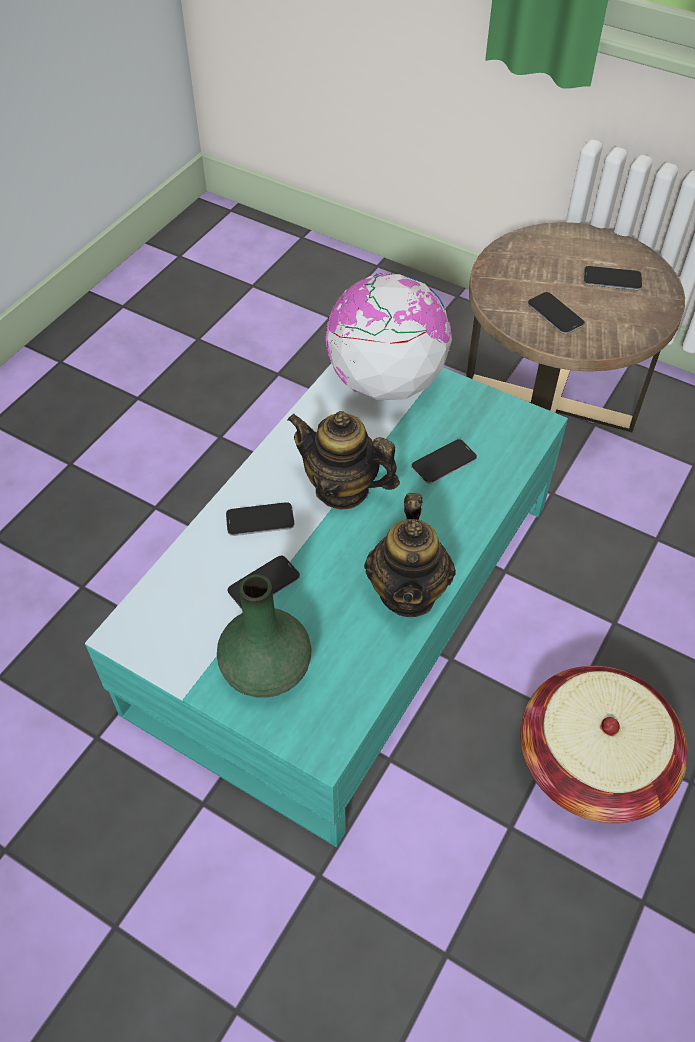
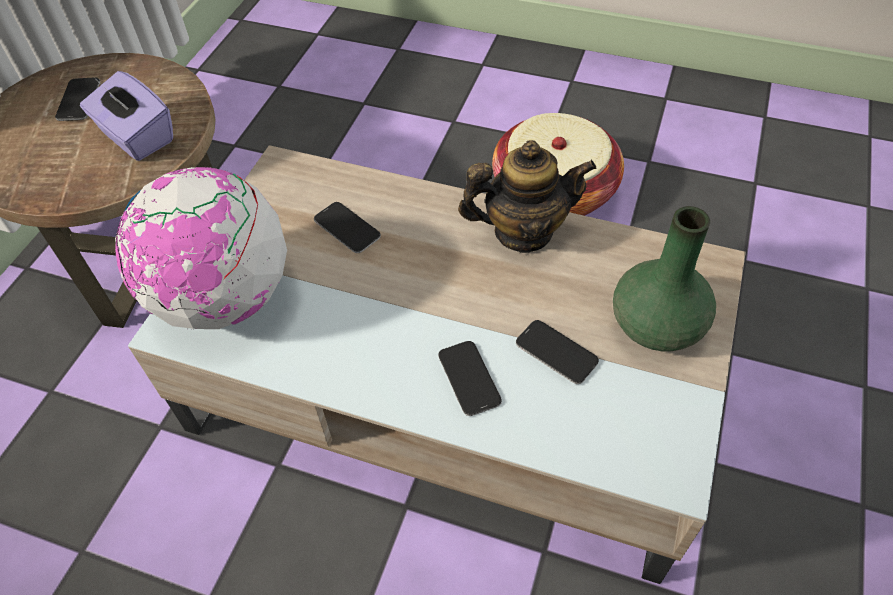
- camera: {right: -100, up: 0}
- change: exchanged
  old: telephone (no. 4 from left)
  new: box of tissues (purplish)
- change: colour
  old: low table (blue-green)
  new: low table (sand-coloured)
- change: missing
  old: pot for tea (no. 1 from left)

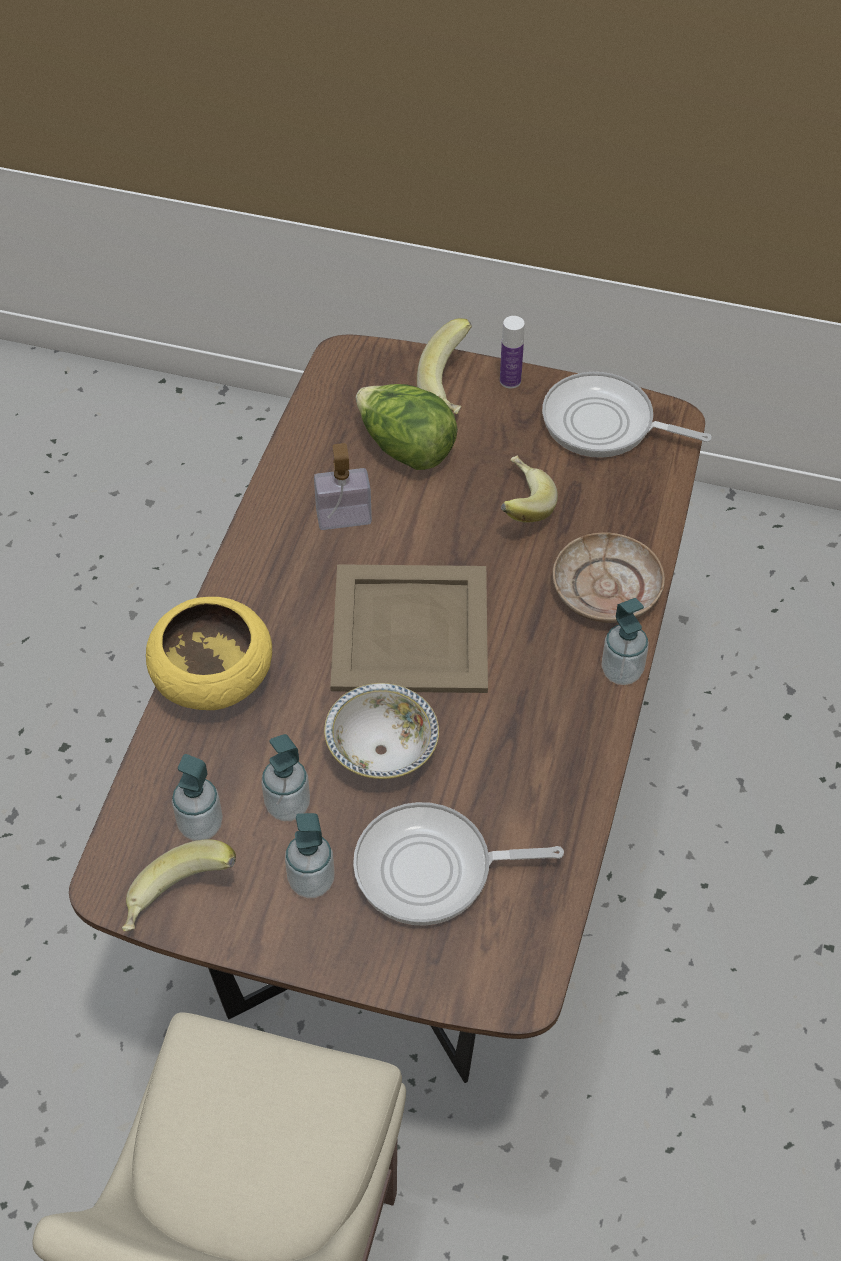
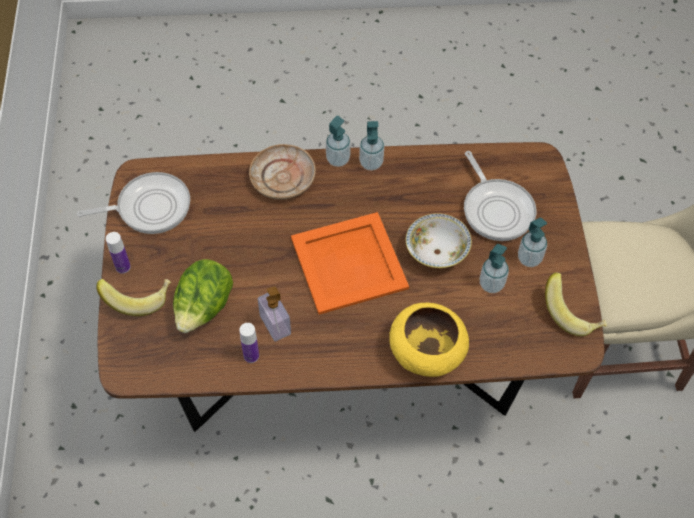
- camera: {right: -110, up: 5}
- change: spun
  old: frying pan (no. 2 from left in the first image)
  degrees: -105
- change: missing
  old: whole banana (no. 3 from left)
- change: colour
  old: carrying tray (sand-coloured)
  new: carrying tray (orange-coloured)
- change: relocated
  old: liquid soap bottle (no. 1 from left in the first image)
  new: liquid soap bottle (no. 3 from left)
- change: appeared
  new: beverage bottle (no. 2 from left)

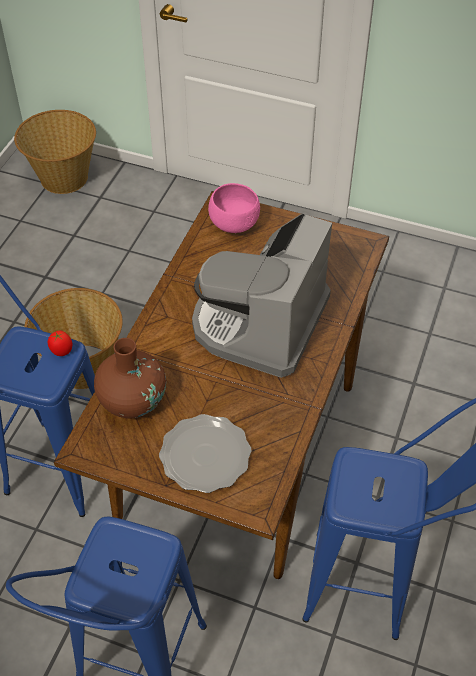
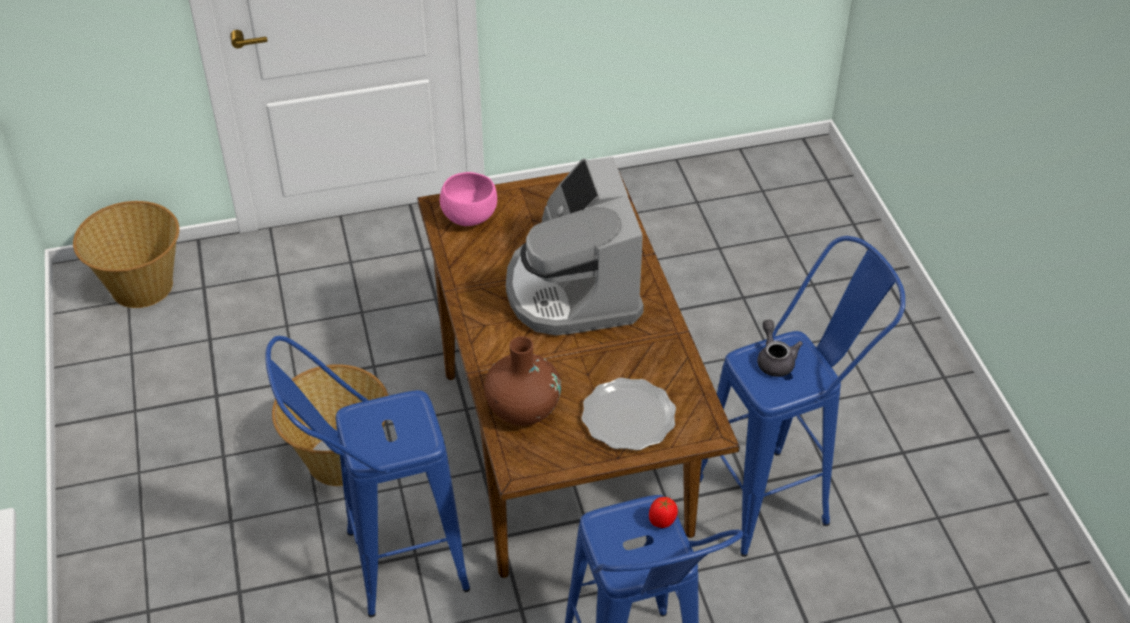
- camera: {right: -35, up: -5}
- change: relocated
  old: whole tomato
- change: appeared
  new: pot for tea (grey)

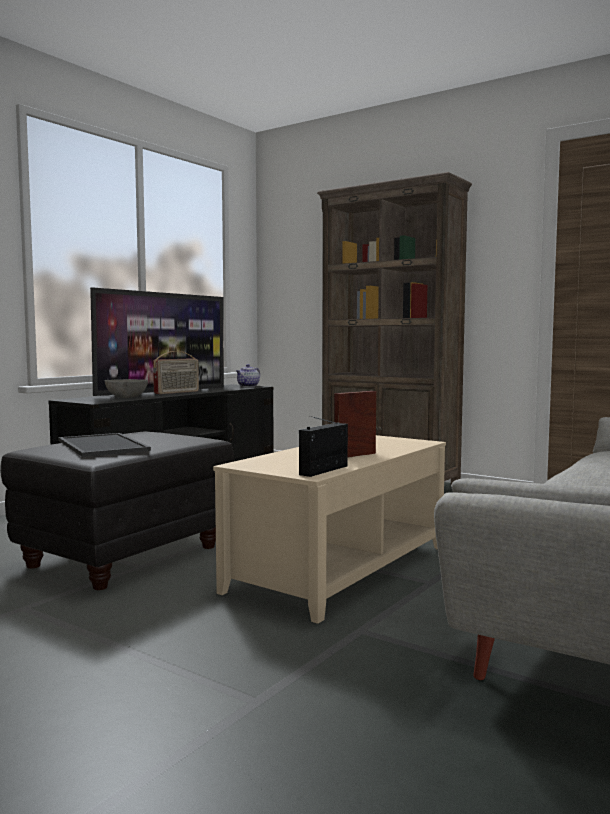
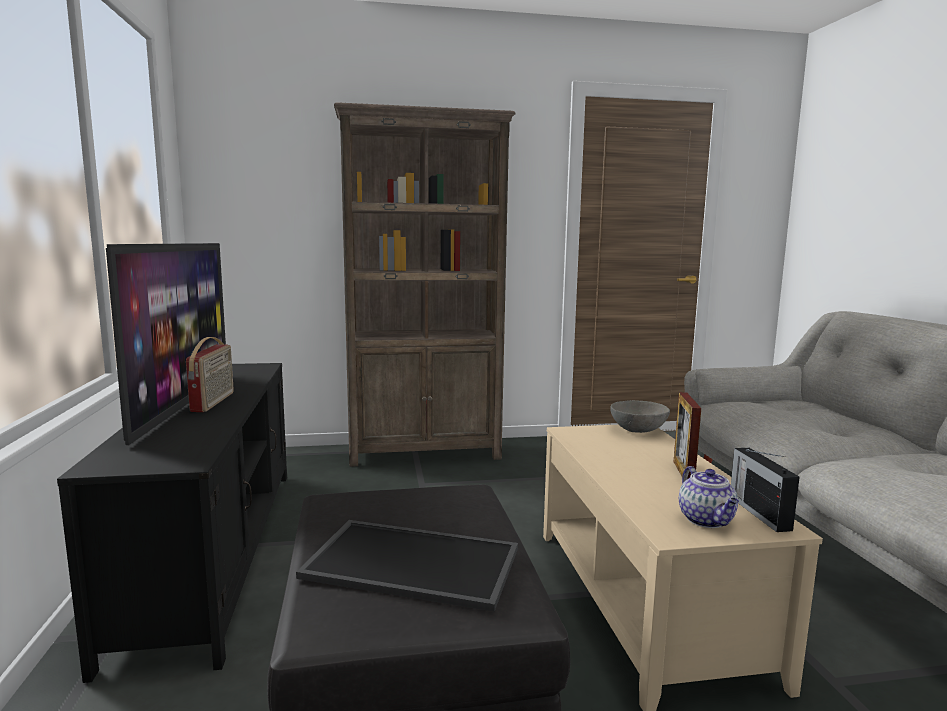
- camera: {right: -45, up: 5}
- change: relocated
  old: pot for tea
- change: relocated
  old: deep dish (grey)

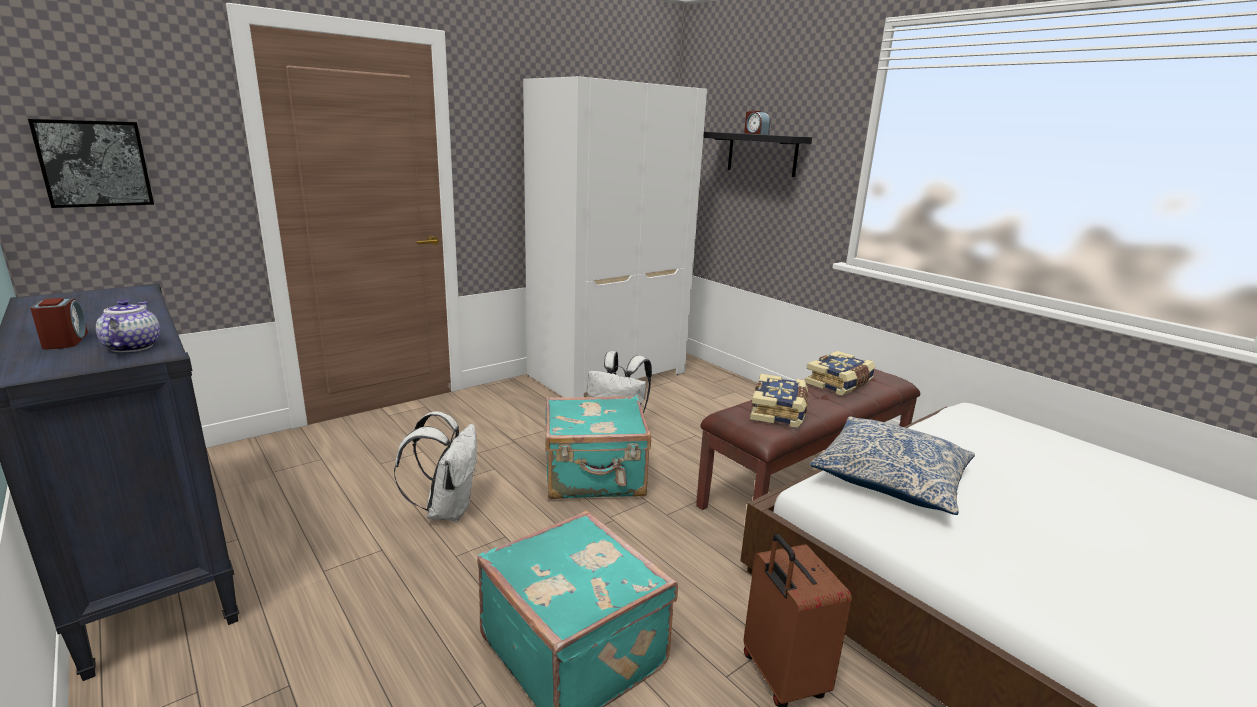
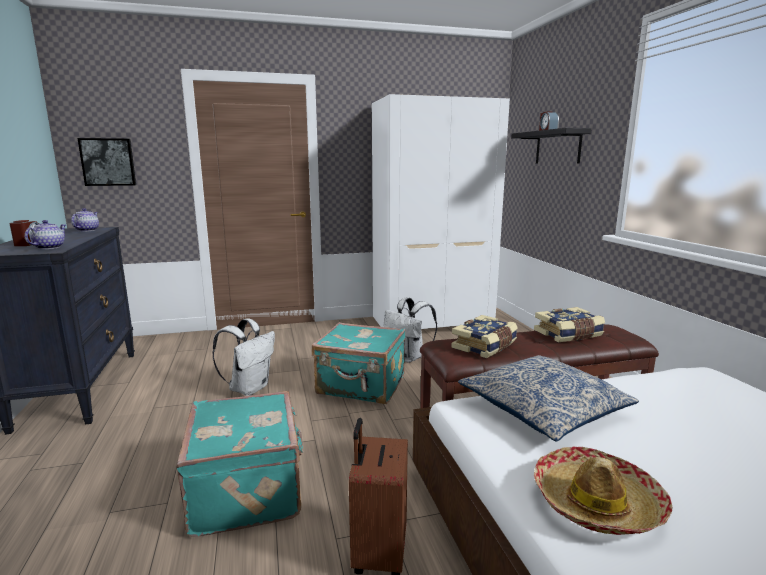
- camera: {right: 25, up: -5}
- change: appeared
  new: pot for tea (no. 2 from left)
- change: appeared
  new: hat

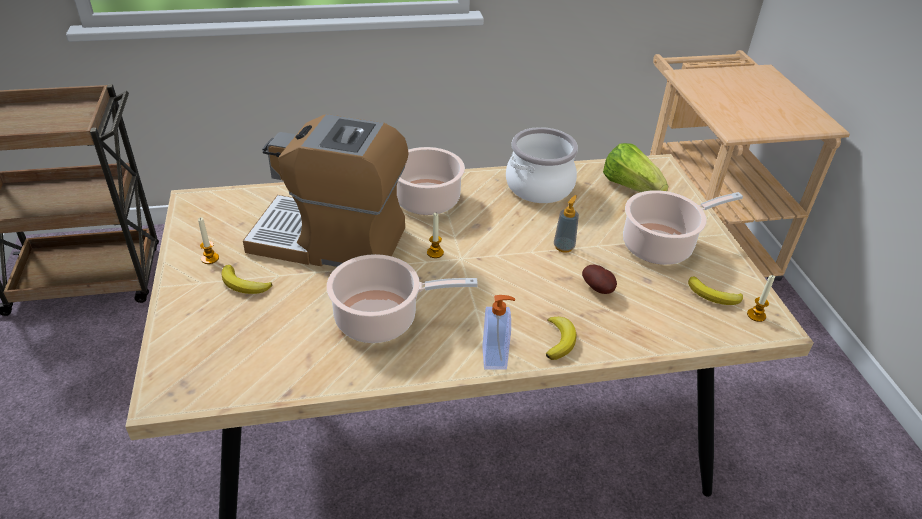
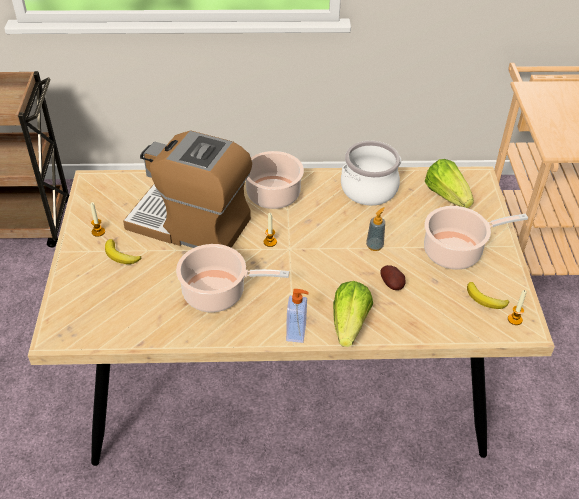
- camera: {right: 10, up: 5}
- change: exchanged
  old: whole banana (no. 2 from left)
  new: lettuce head (no. 1 from left)

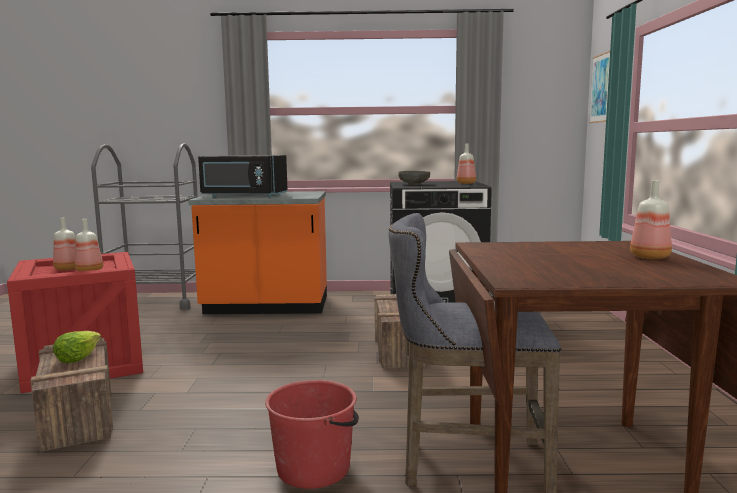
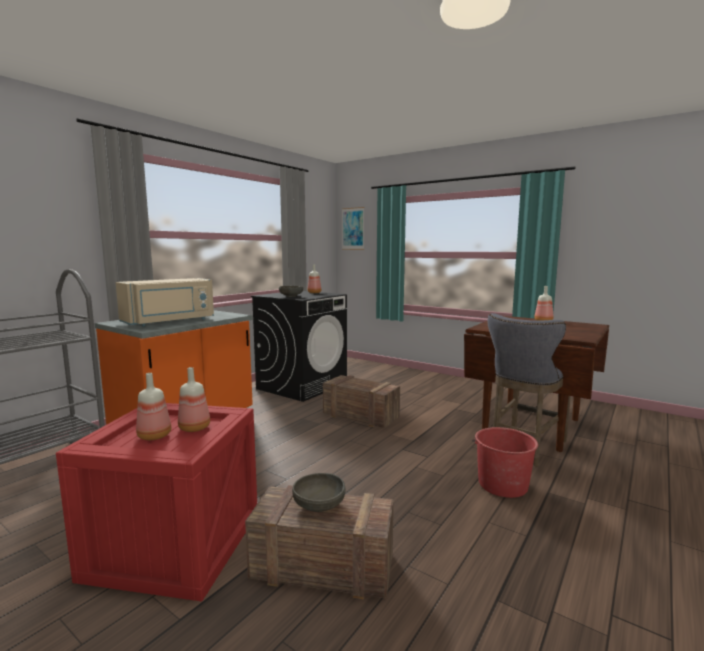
- camera: {right: -55, up: 0}
- change: colour
  old: kitchen microwave (black)
  new: kitchen microwave (sand-coloured)
- change: exchanged
  old: lettuce head
  new: deep dish (grey) (no. 2 from left)

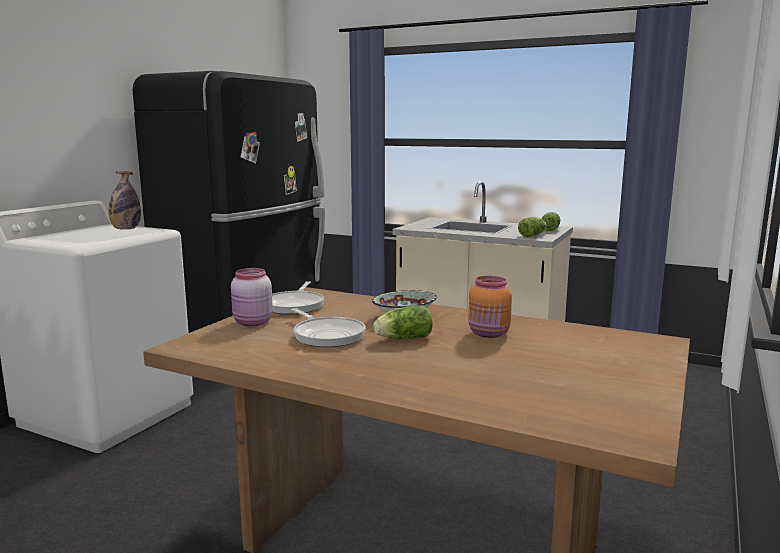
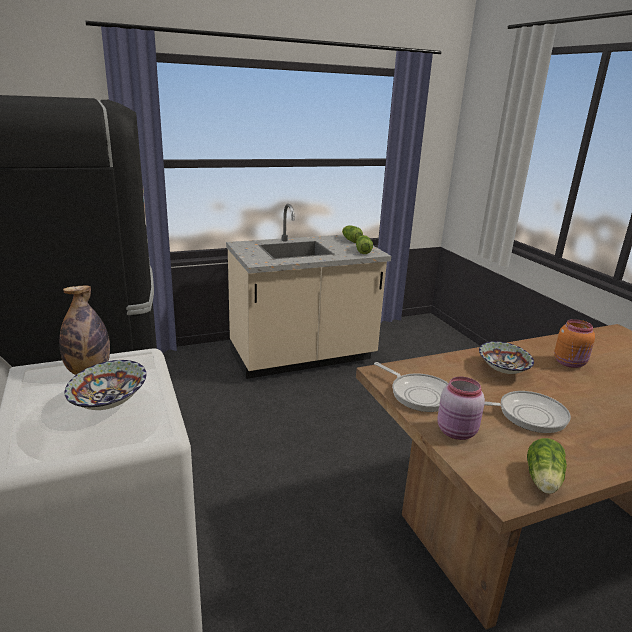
- camera: {right: -50, up: 10}
- change: relocated
  old: lettuce head (no. 1 from left in the first image)
  new: lettuce head (no. 3 from left)
- change: appeared
  new: deep dish (no. 1 from left)

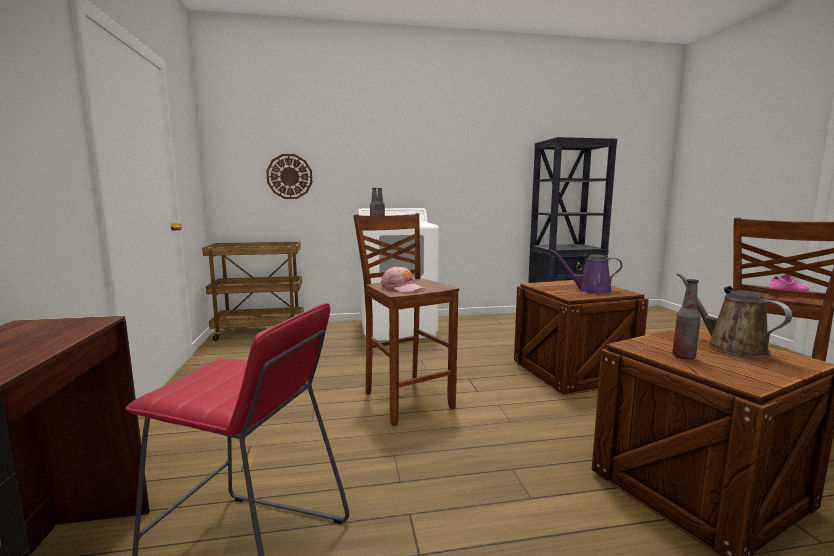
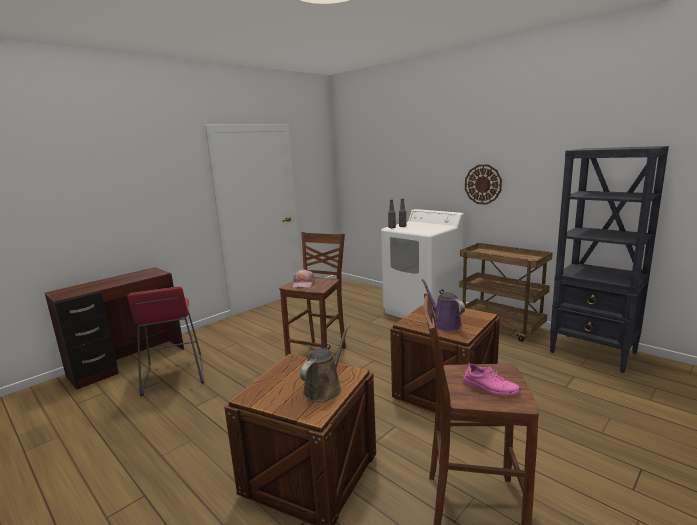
- camera: {right: 55, up: 5}
- change: relocated
  old: hanging clock
- change: relocated
  old: wheeled cart (brown)
- change: missing
  old: beverage bottle (no. 3 from left)

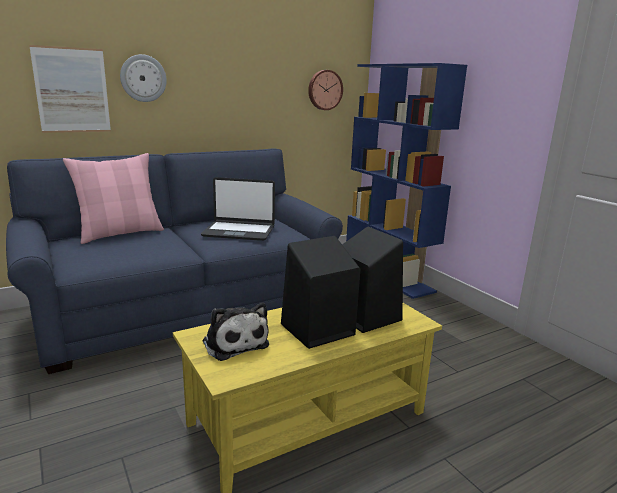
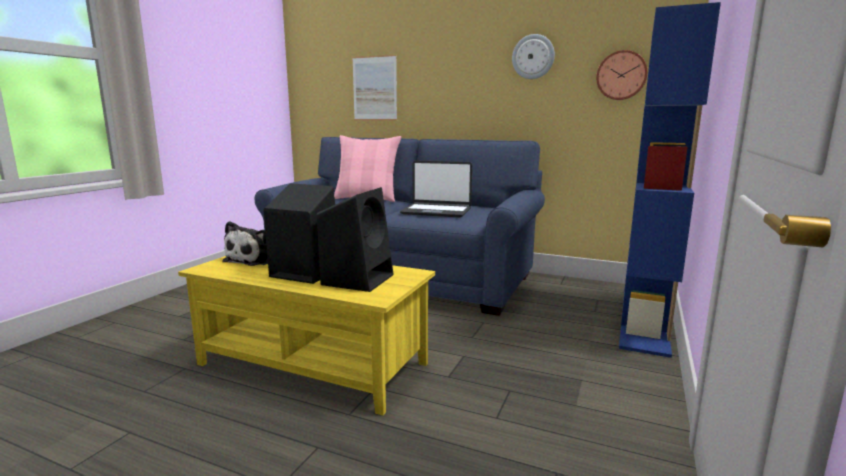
- camera: {right: 55, up: -5}
- change: relocated
  old: hanging clock (no. 1 from left)
- change: spun
  old: notebook computer
  degrees: -45

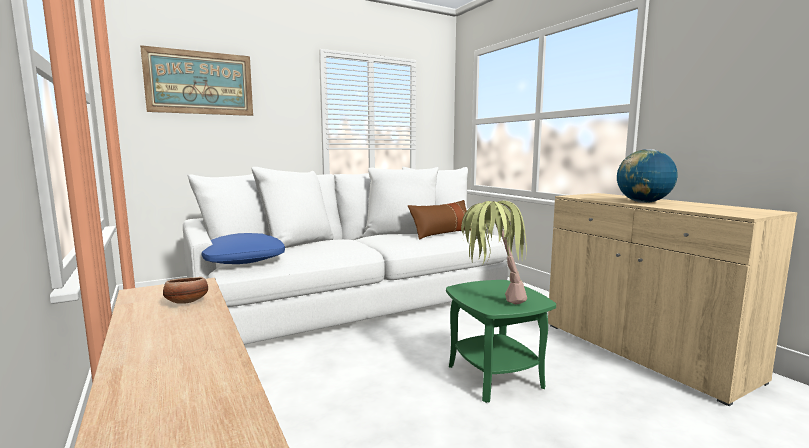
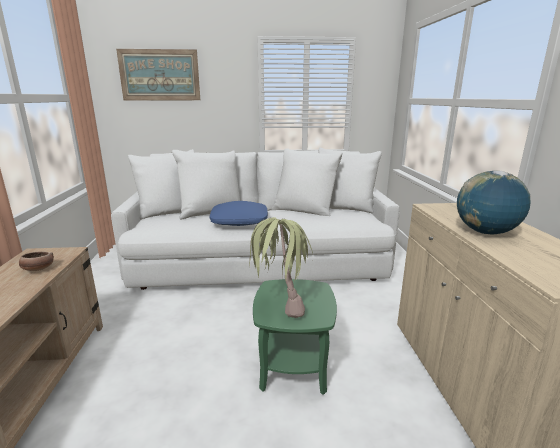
- camera: {right: 25, up: 10}
- change: missing
  old: throw pillow (brown)
- change: relocated
  old: throw pillow (blue)

